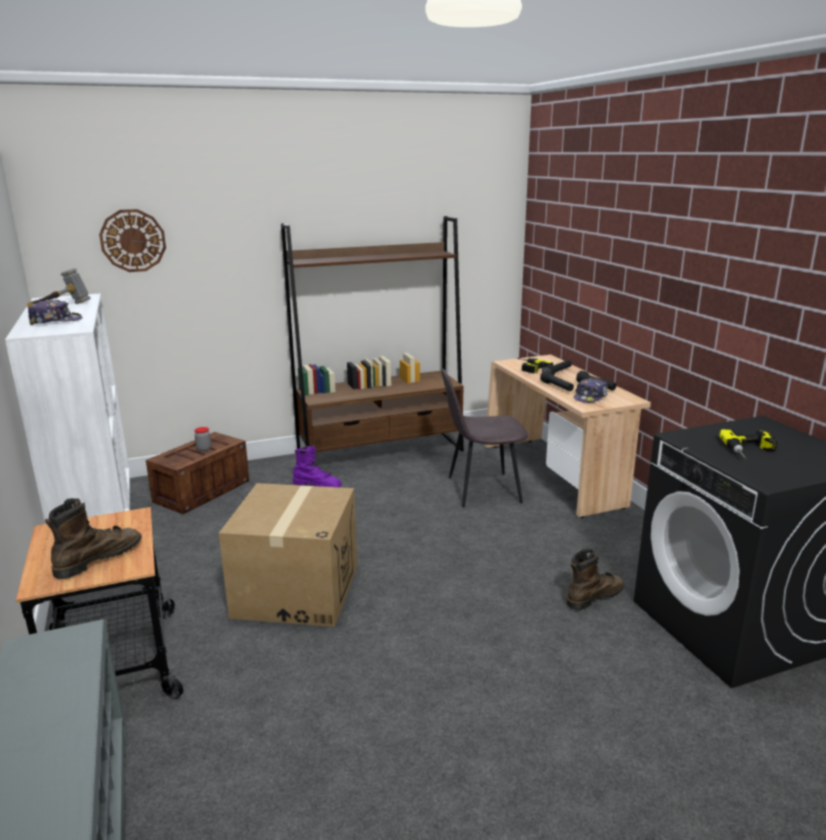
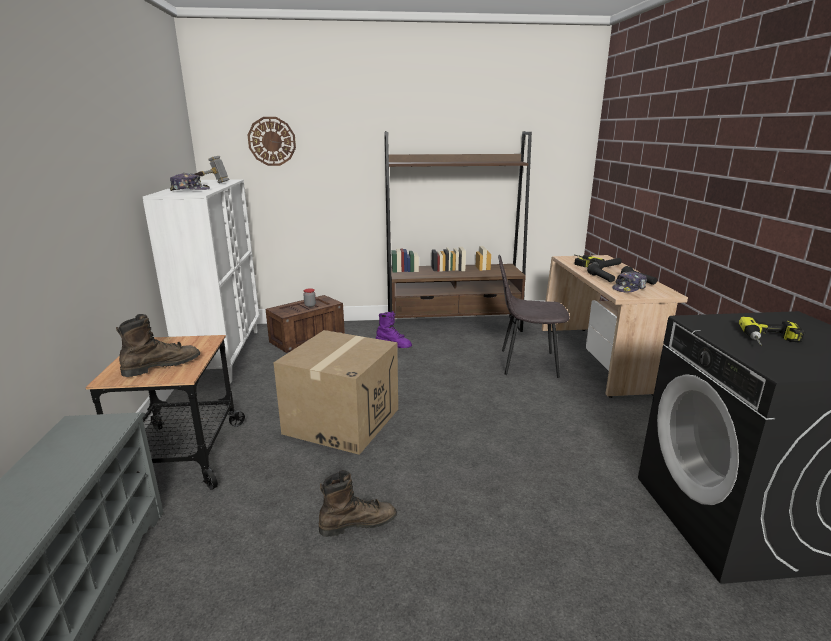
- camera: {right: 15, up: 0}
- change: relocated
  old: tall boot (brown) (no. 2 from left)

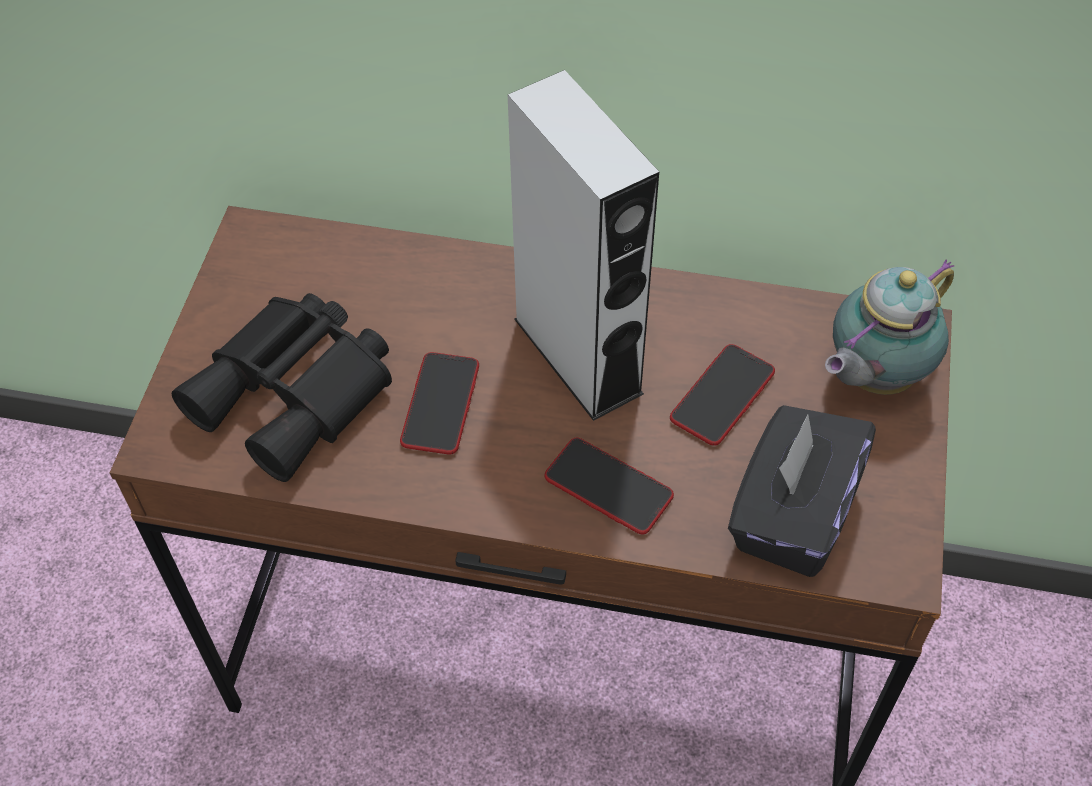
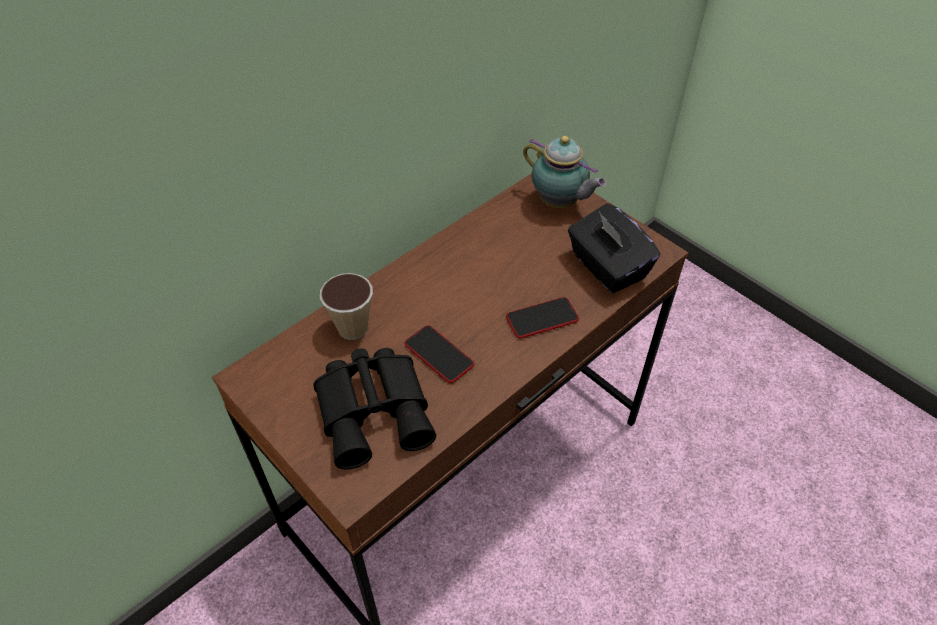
- camera: {right: -55, up: -5}
- change: missing
  old: loudspeaker (grey)
- change: spun
  old: pot for tea
  degrees: -45
- change: missing
  old: telephone (no. 3 from left)
- change: appeared
  new: drinking cup

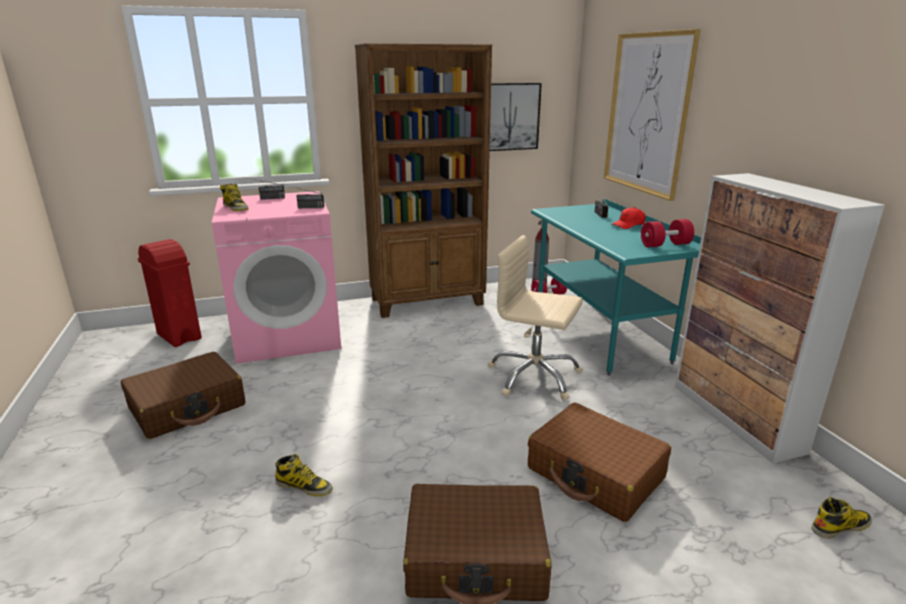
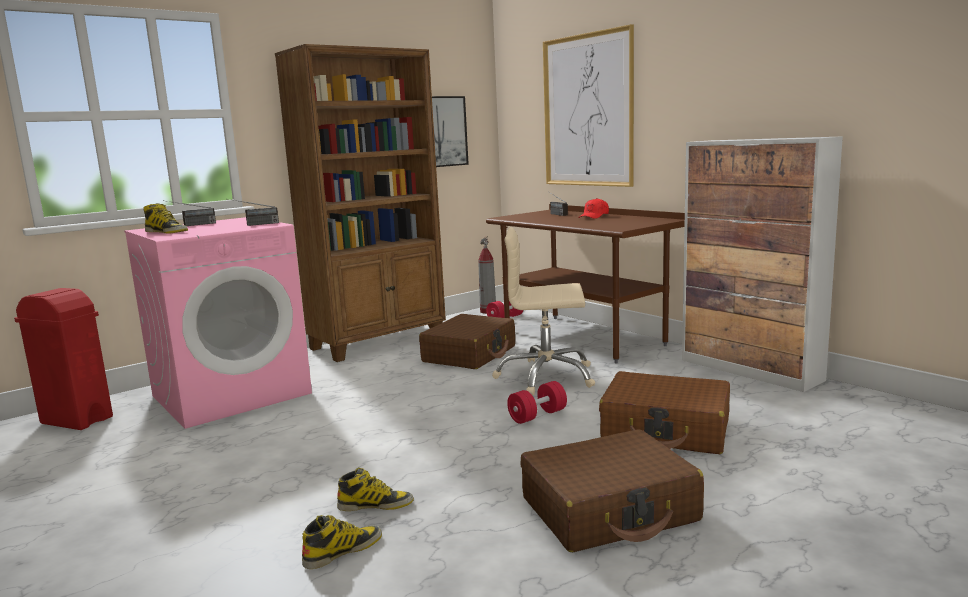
- camera: {right: -20, up: -10}
- change: colour
  old: desk table (blue-green)
  new: desk table (brown)
- change: relocated
  old: hand weight (red) (no. 2 from left)
- change: relocated
  old: travel case (brown) (no. 1 from left)
- change: relocated
  old: tall boot (no. 3 from left in the first image)
  new: tall boot (no. 2 from left)

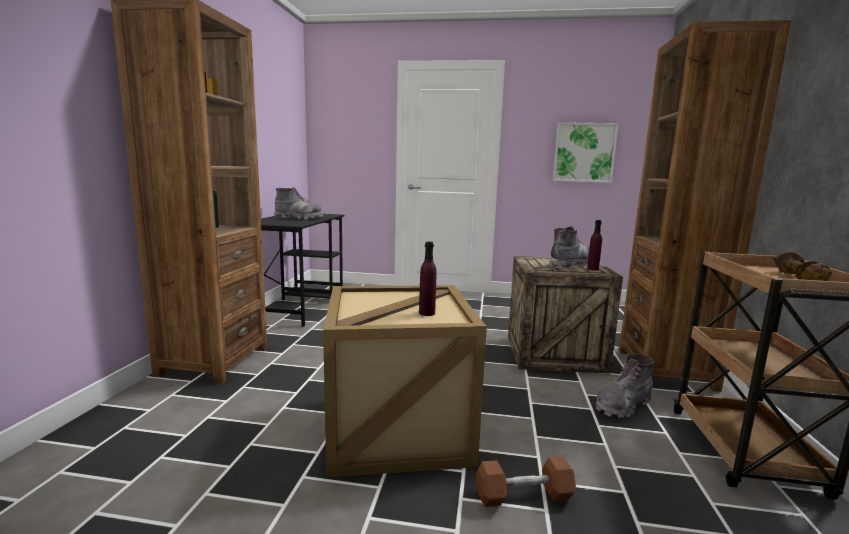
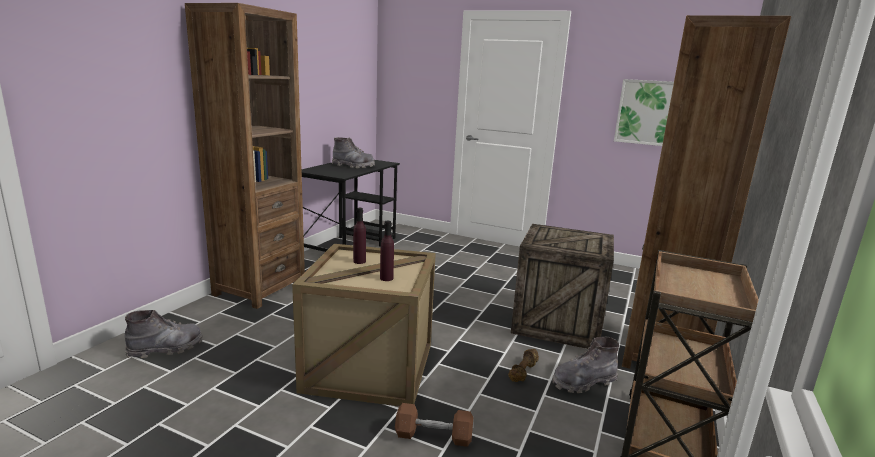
- camera: {right: 15, up: 5}
- change: relocated
  old: beverage bottle (purplish) (no. 2 from left in the first image)
  new: beverage bottle (purplish) (no. 1 from left)
- change: relocated
  old: tall boot (grey) (no. 2 from left in the first image)
  new: tall boot (grey) (no. 1 from left)
- change: relocated
  old: hand weight (brown) (no. 2 from left)

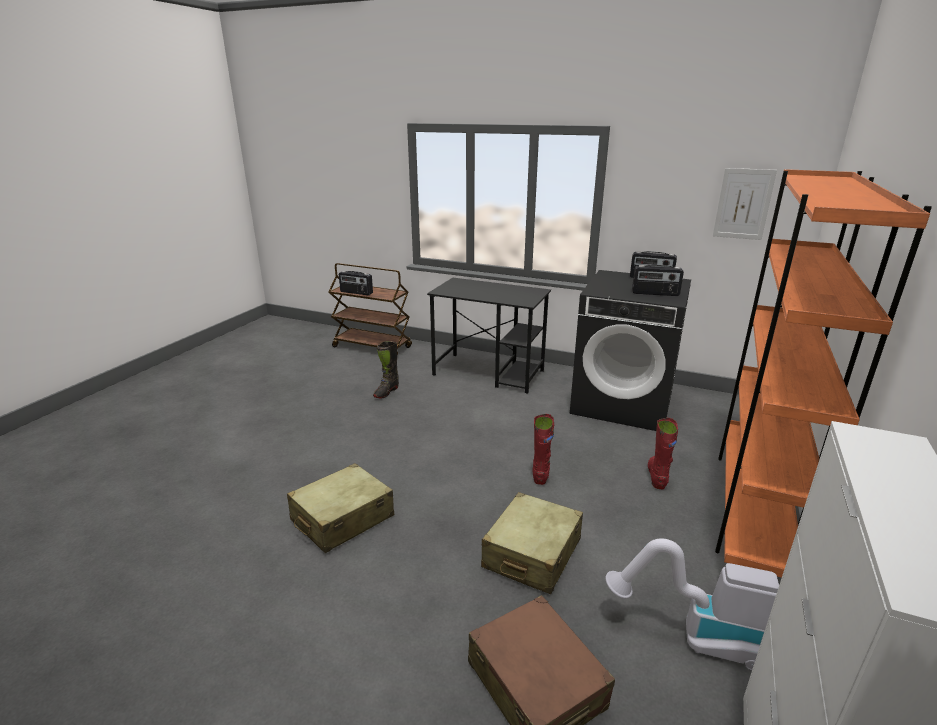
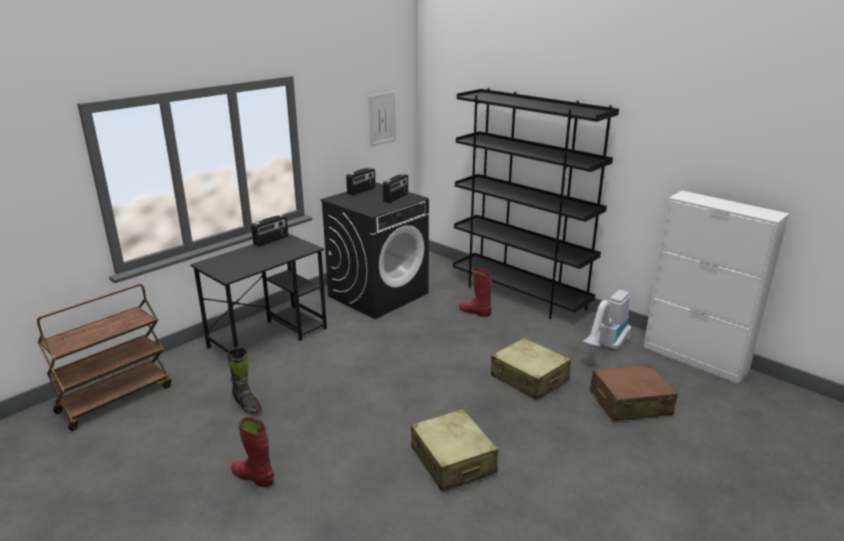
- camera: {right: -70, up: 0}
- change: colour
  old: bookshelf (orange-coloured)
  new: bookshelf (black)
- change: relocated
  old: radio set (no. 1 from left)
- change: relocated
  old: tall boot (red) (no. 1 from left)

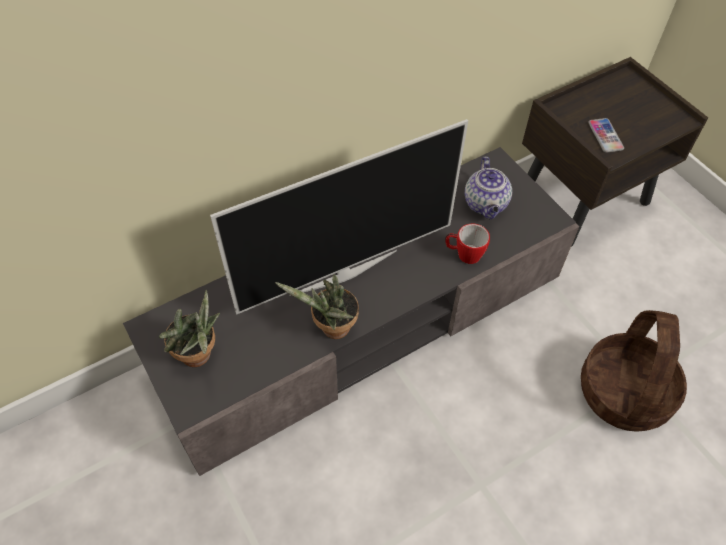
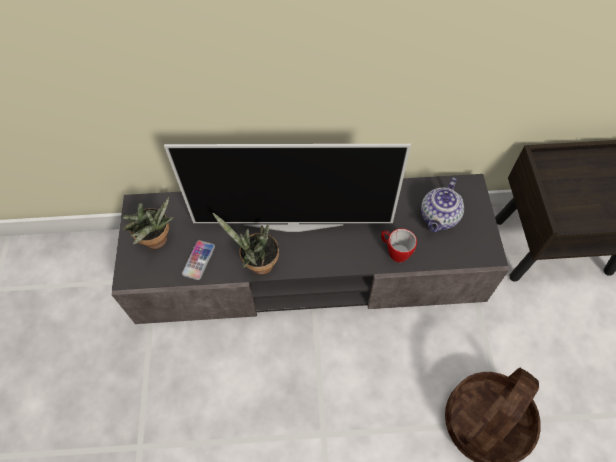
- camera: {right: 30, up: 5}
- change: relocated
  old: telephone

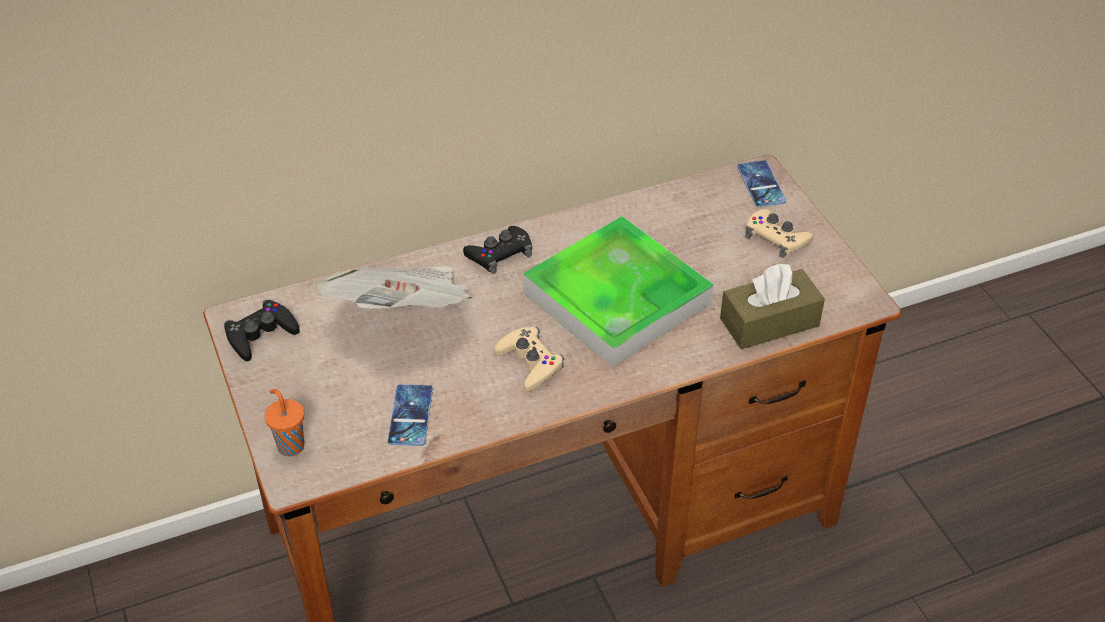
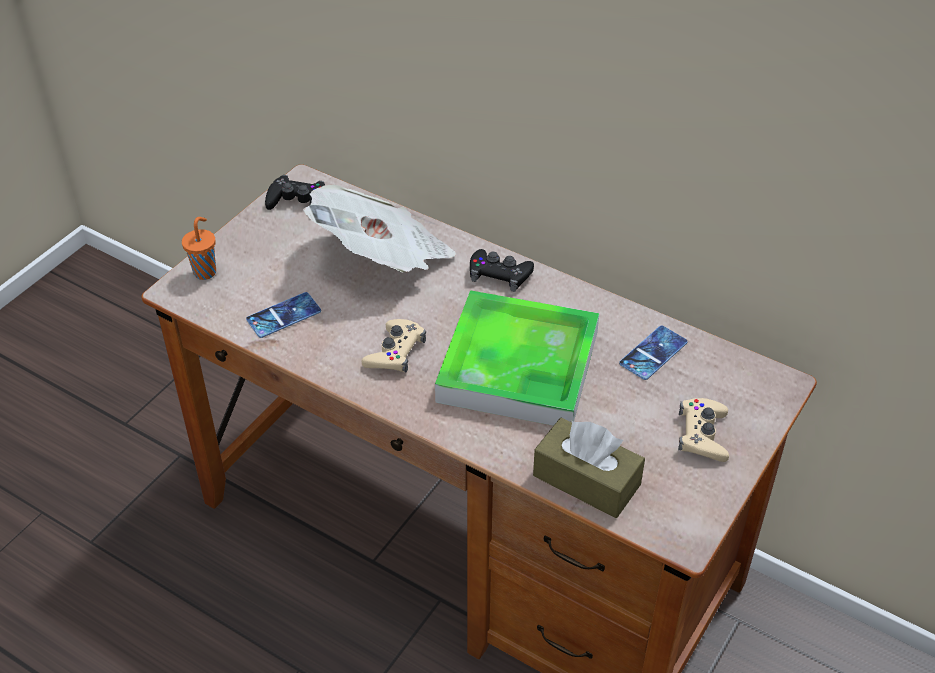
- camera: {right: 55, up: 0}
- change: relocated
  old: telephone (no. 2 from left)

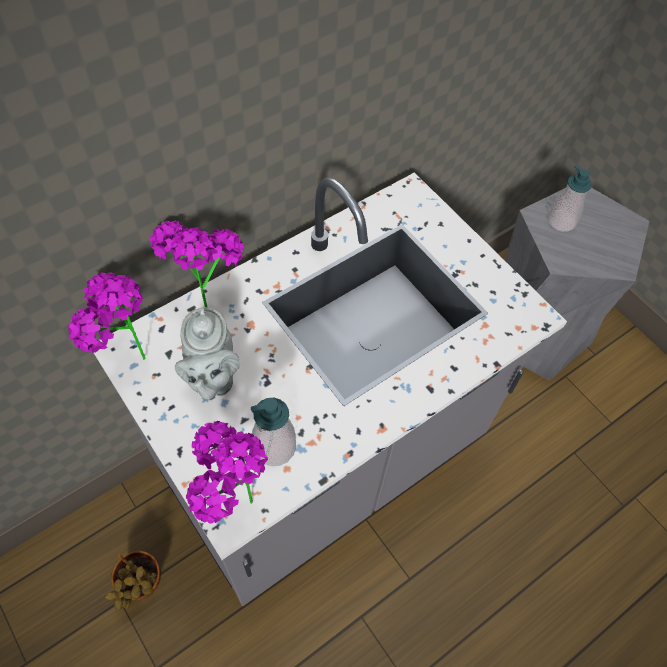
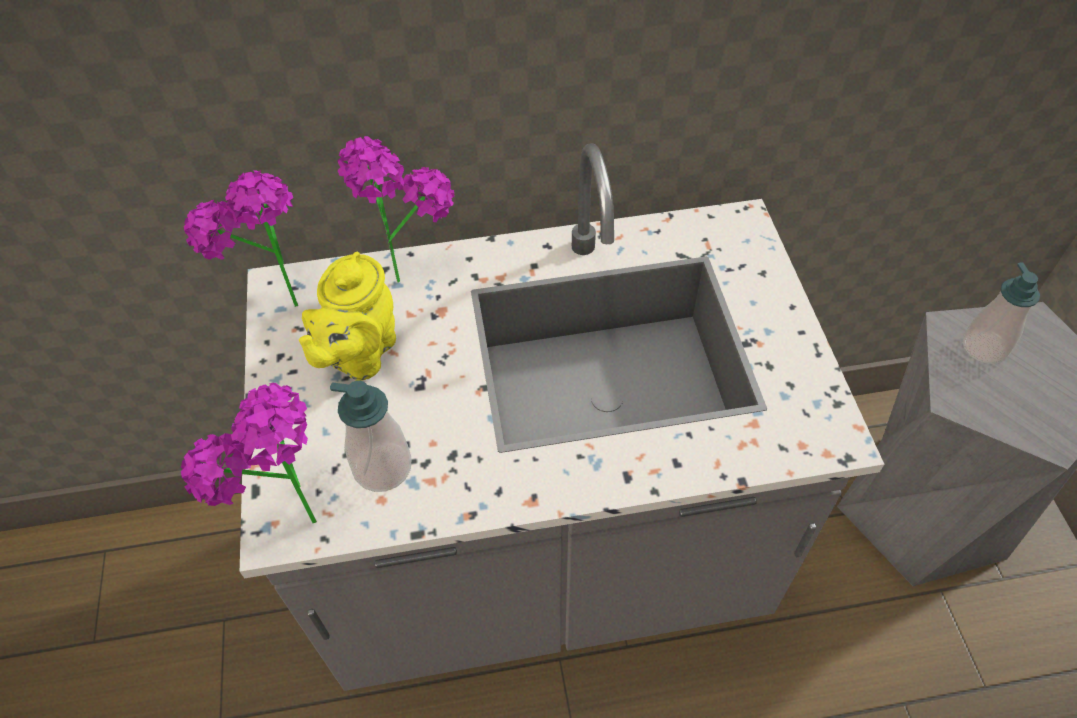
- camera: {right: 30, up: -5}
- change: colour
  old: pot for tea (grey)
  new: pot for tea (yellowish)
- change: missing
  old: potted plant (no. 2 from left)

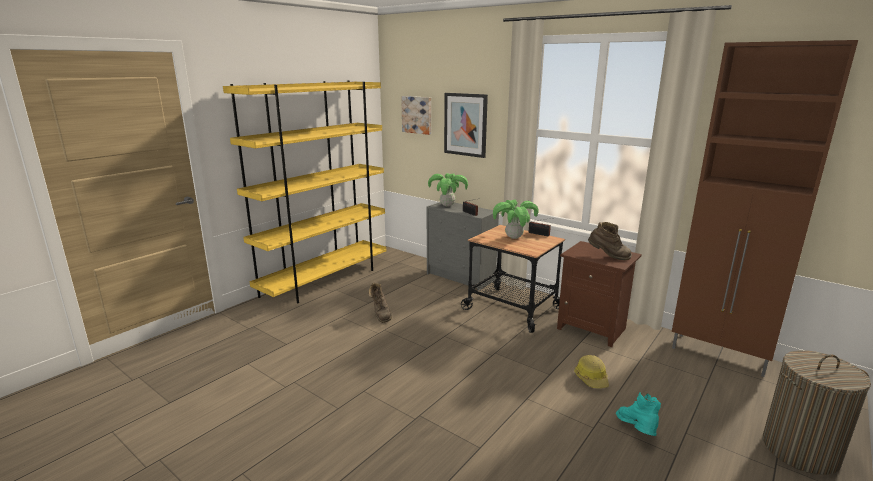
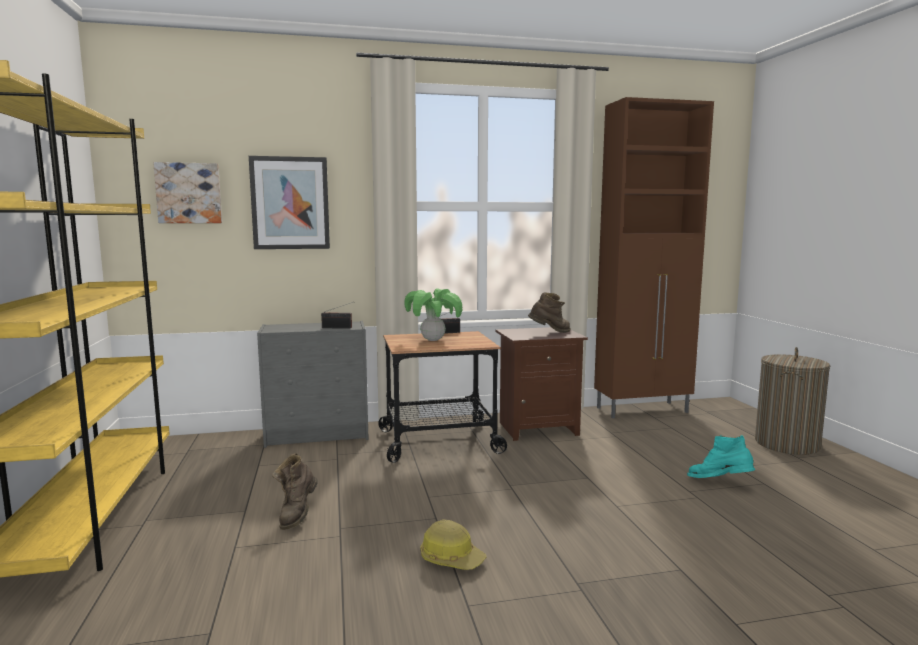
- camera: {right: -50, up: -10}
- change: missing
  old: potted plant (no. 1 from left)
- change: spun
  old: tall boot (brown) (no. 1 from left)
  degrees: 75
- change: relocated
  old: safety helmet

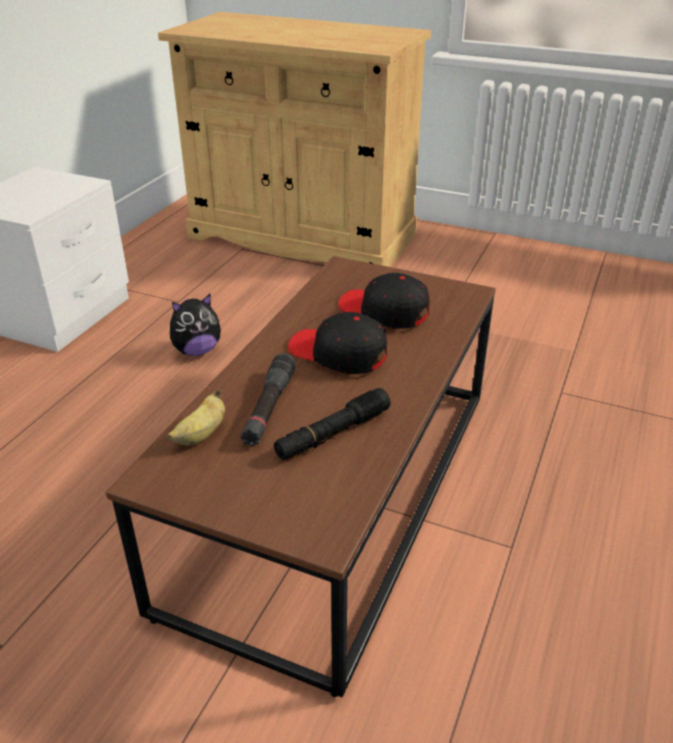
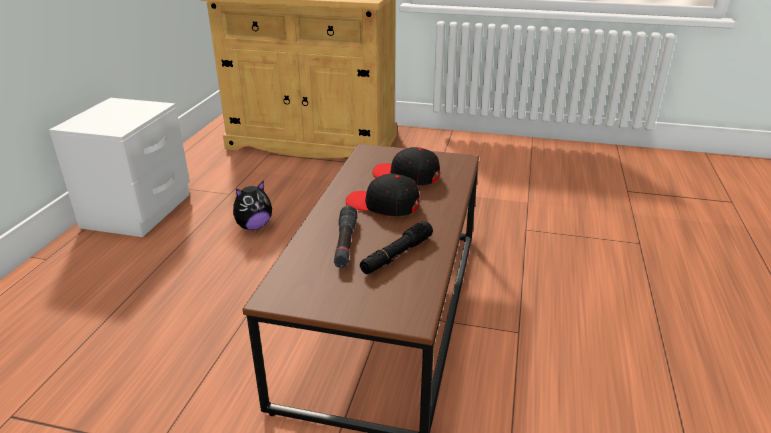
- camera: {right: -10, up: -5}
- change: missing
  old: whole banana

